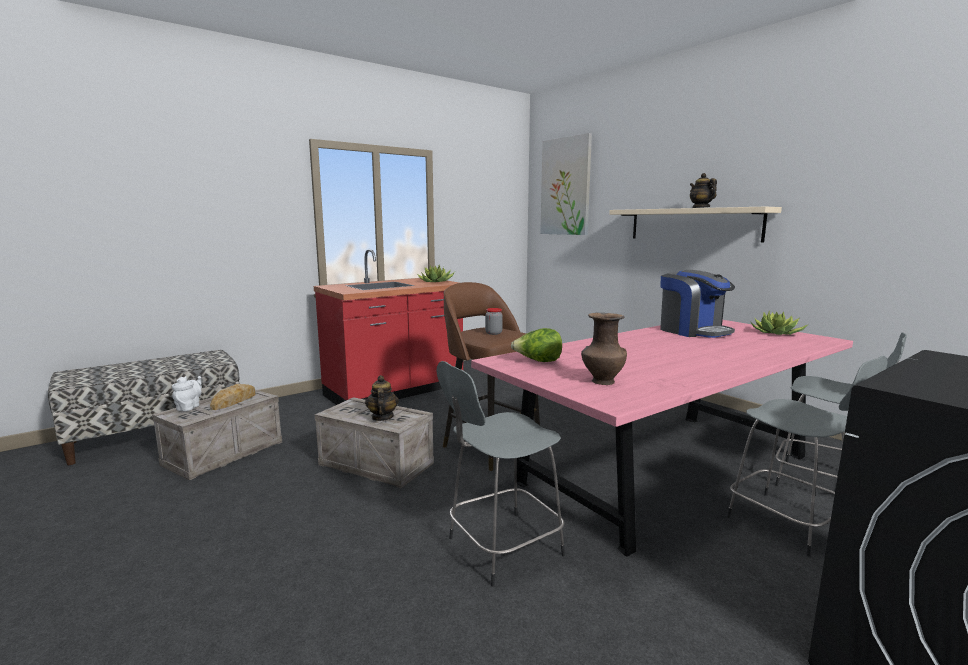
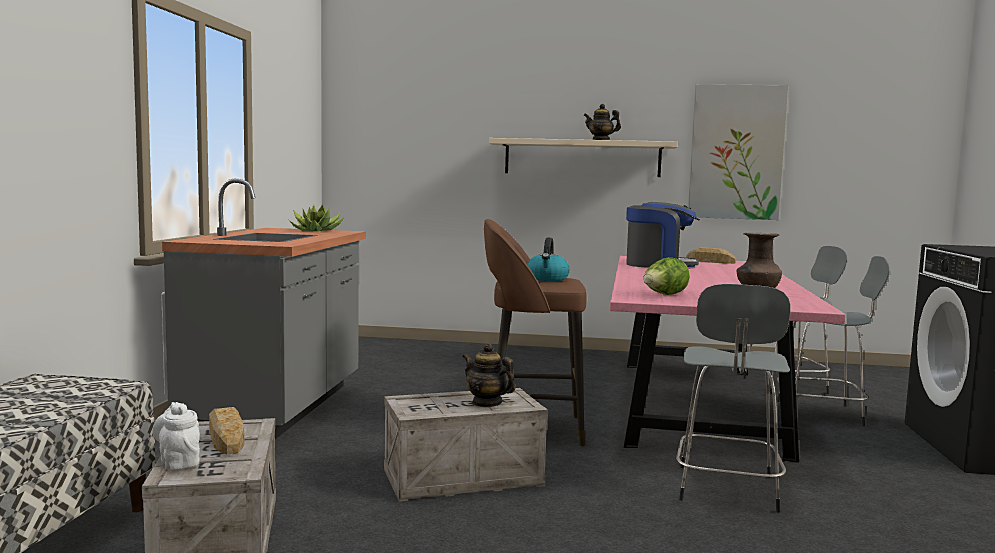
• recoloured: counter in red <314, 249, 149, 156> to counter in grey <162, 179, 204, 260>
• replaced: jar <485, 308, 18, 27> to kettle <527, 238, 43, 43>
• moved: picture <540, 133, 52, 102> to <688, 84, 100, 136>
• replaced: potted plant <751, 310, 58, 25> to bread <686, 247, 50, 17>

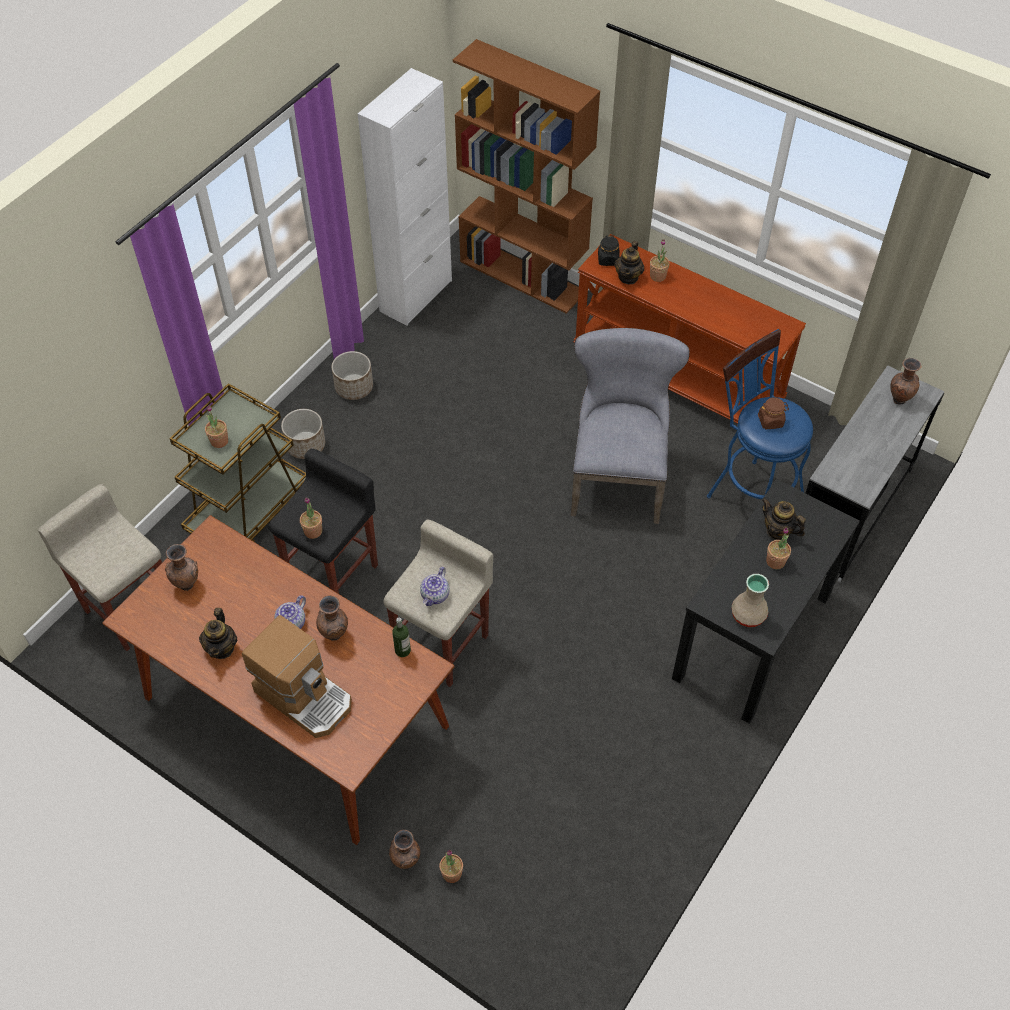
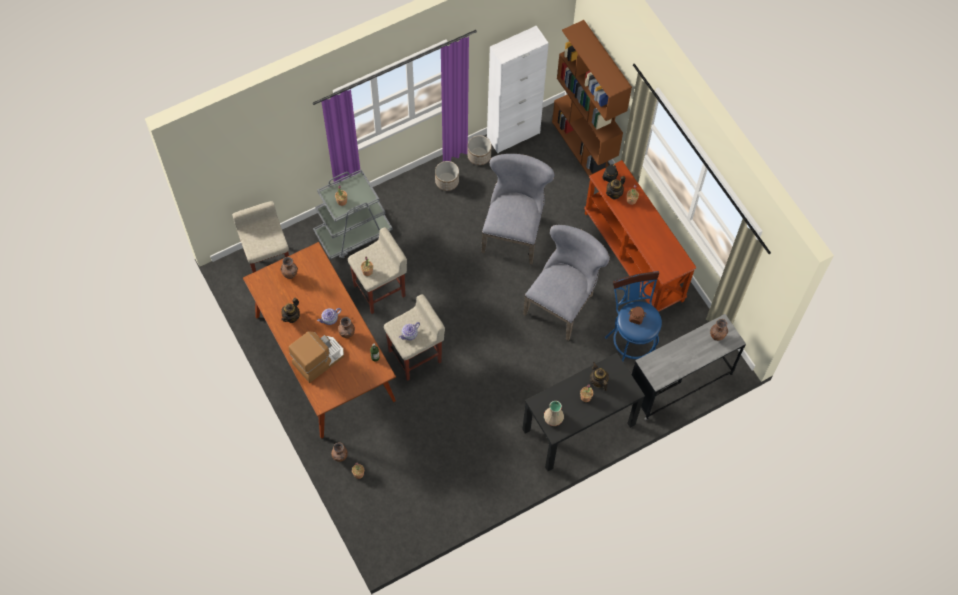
• recoloured: cart in brown <169, 383, 137, 159> to cart in grey <313, 169, 80, 90>
• turned: coffee machine <242, 615, 110, 123> = <289, 331, 55, 52> 105 degrees counterclockwise
• recoloured: stool in black <269, 449, 109, 145> to stool in beige <348, 227, 59, 87>
• moved: planter <281, 409, 44, 50> to <467, 135, 24, 30>
• added: chair in grey <481, 154, 74, 110>

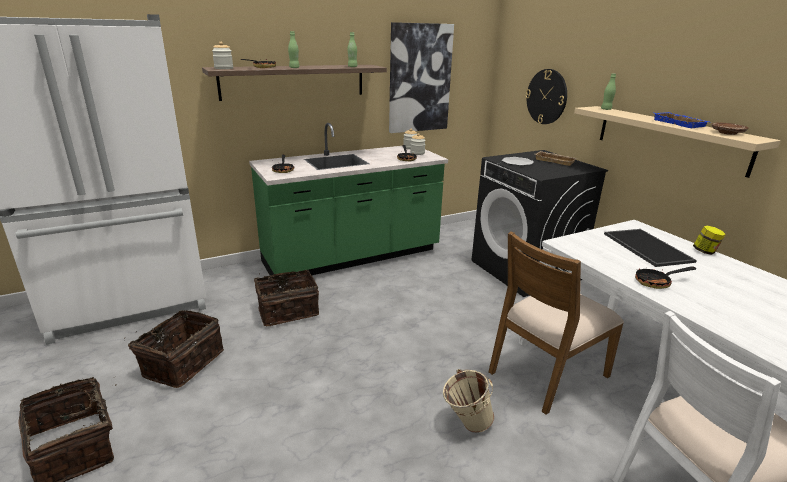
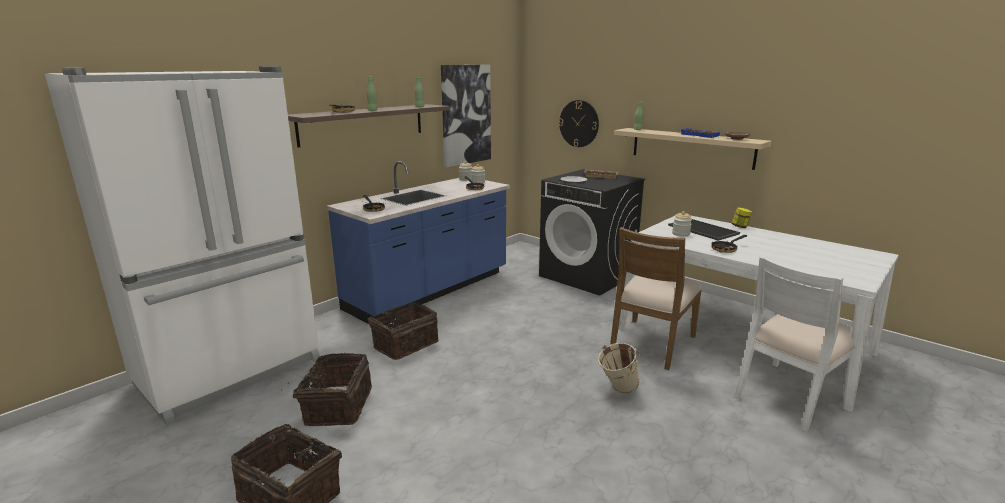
• moved: jar <212, 42, 21, 27> to <672, 211, 20, 25>
• recoloured: counter in green <249, 123, 199, 153> to counter in blue <327, 161, 183, 163>

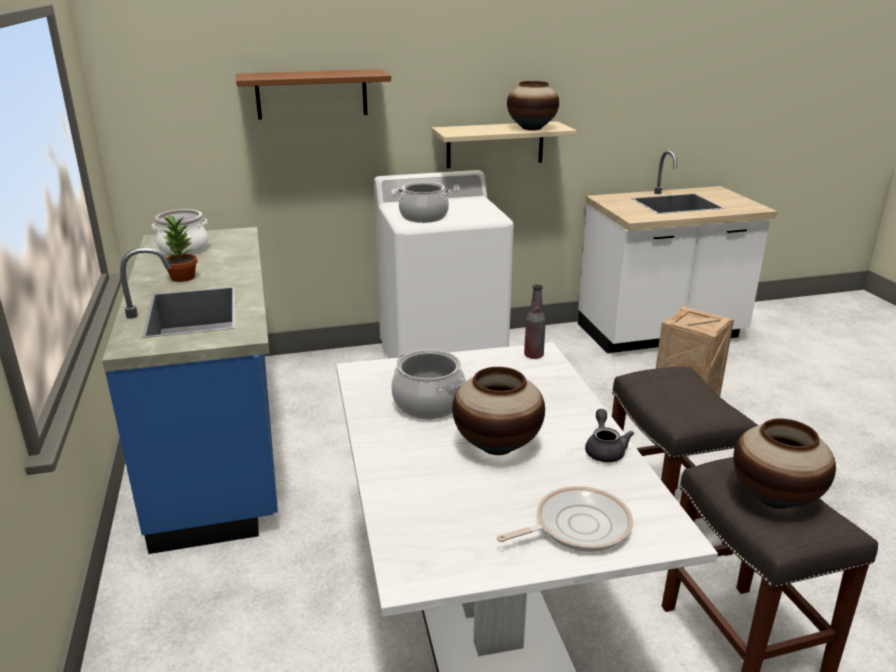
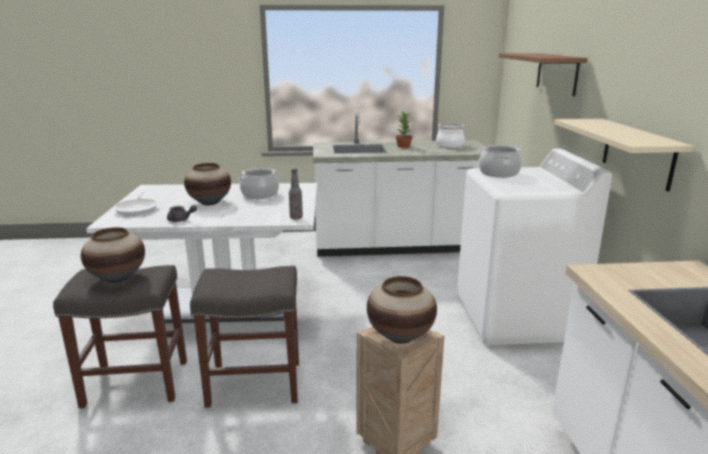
• recoloured: counter in blue <102, 227, 176, 327> to counter in white <313, 112, 171, 145>
• moved: vase <507, 81, 52, 49> to <367, 276, 70, 68>

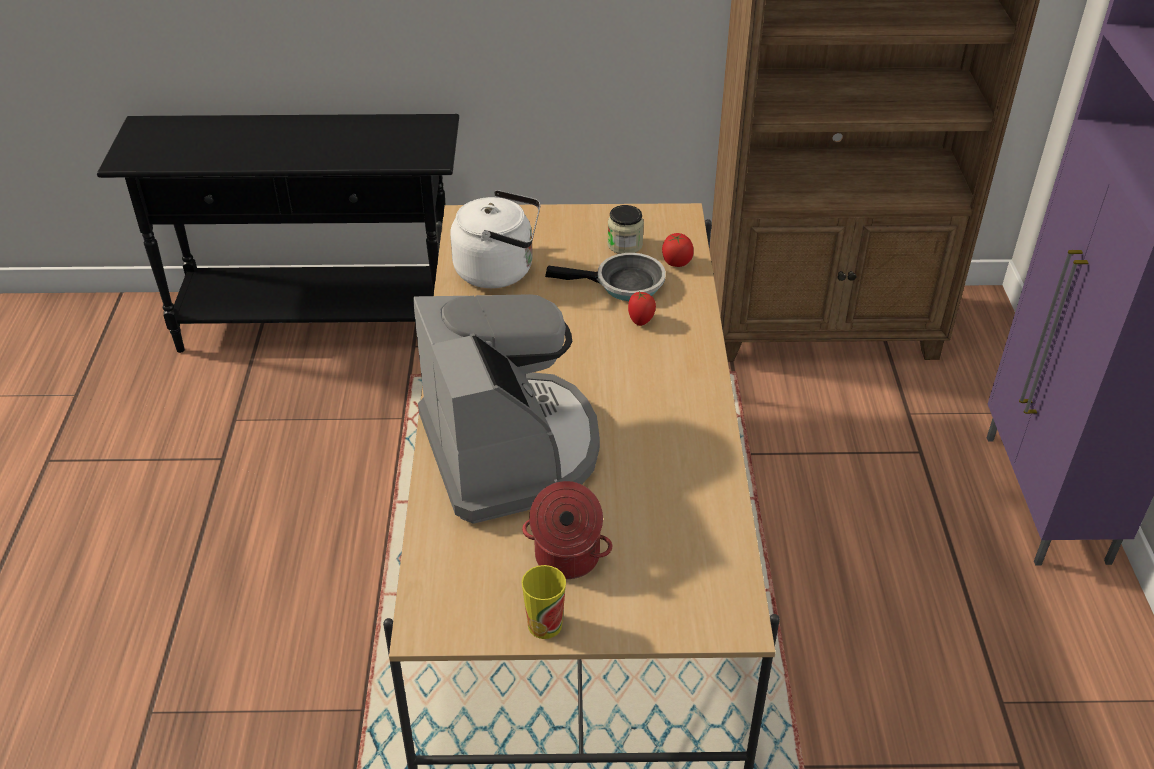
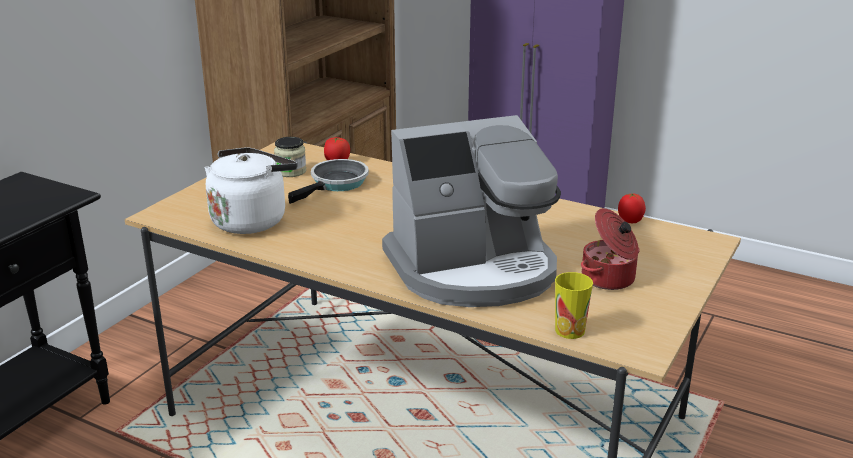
• turned: coffee machine <413, 294, 187, 230> = <382, 115, 179, 192> 150 degrees clockwise
• moved: cup <522, 565, 44, 74> to <555, 272, 38, 67>
• moved: tomato <628, 291, 28, 35> to <618, 193, 28, 30>

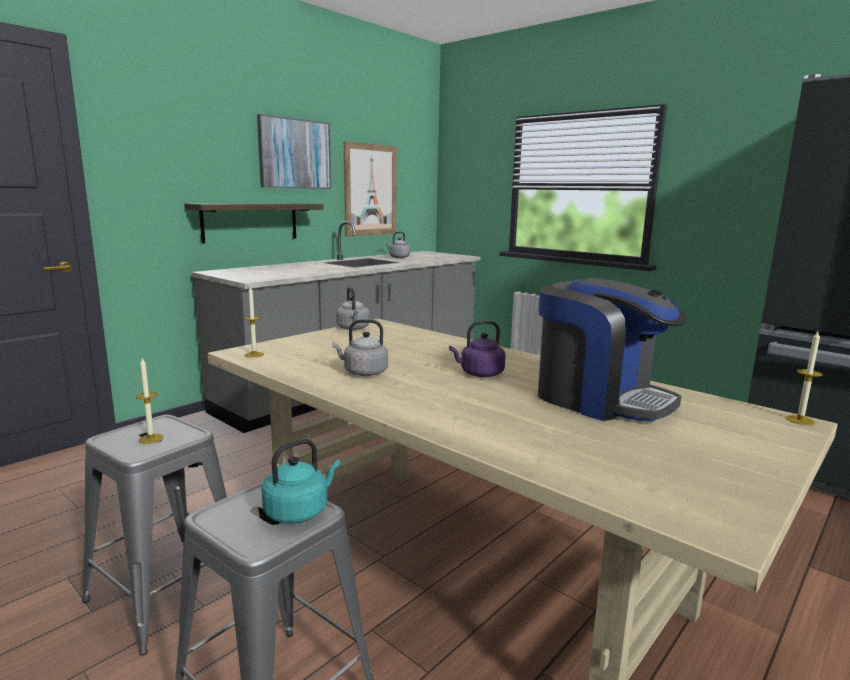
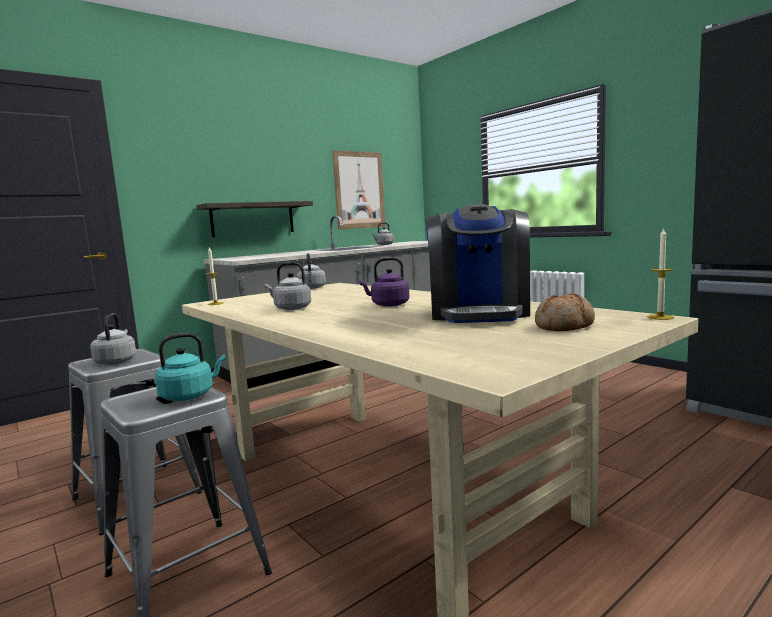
• replaced: candle <136, 358, 28, 86> to kettle in grey <90, 313, 46, 52>
• removed: picture <257, 114, 74, 75>
• turned: coffee machine <538, 278, 149, 144> = <425, 204, 105, 119> 45 degrees clockwise
• added: bread <535, 294, 60, 37>

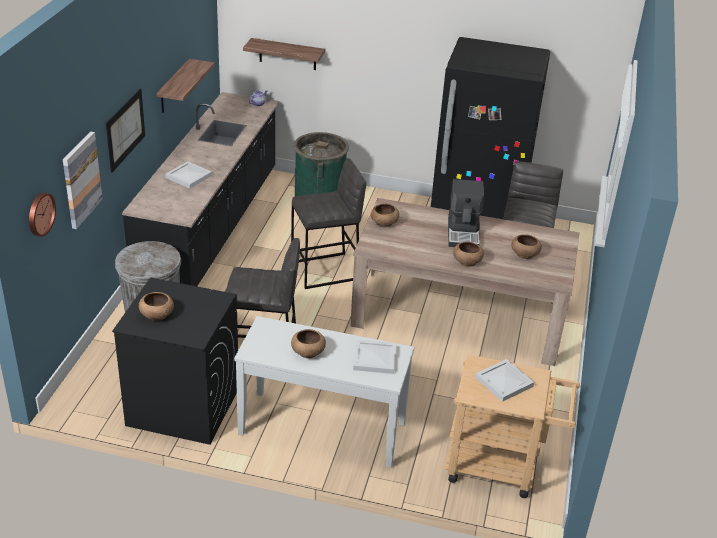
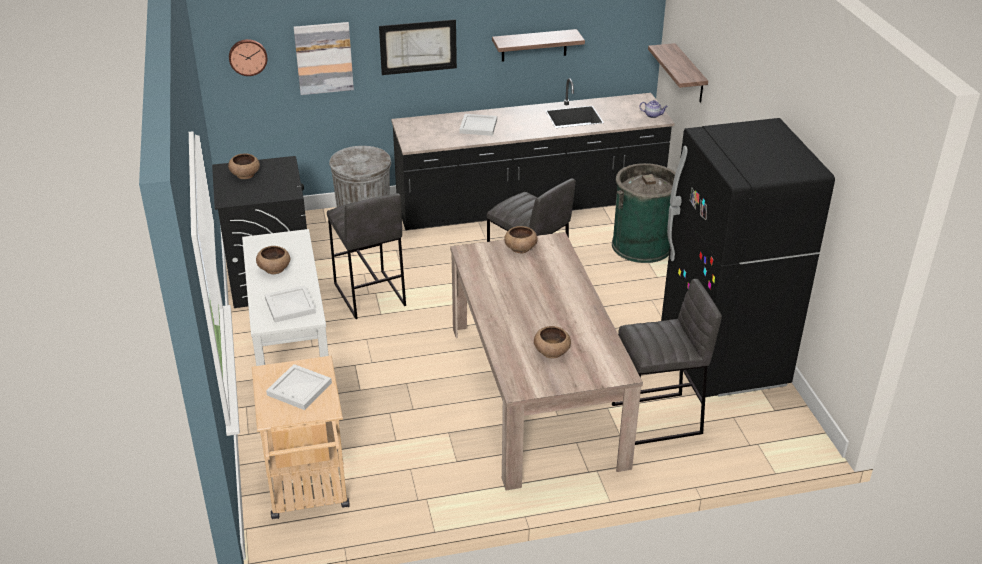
• removed: coffee machine <448, 179, 36, 68>
• removed: bowl in brown <453, 242, 31, 25>

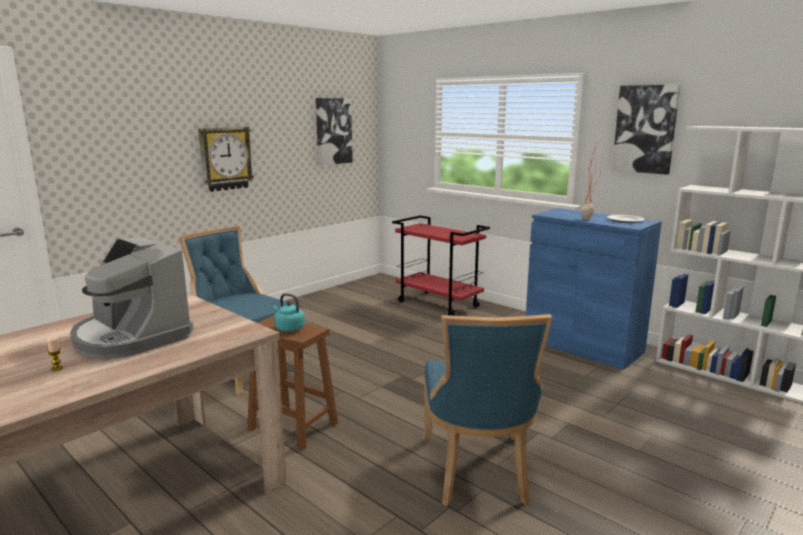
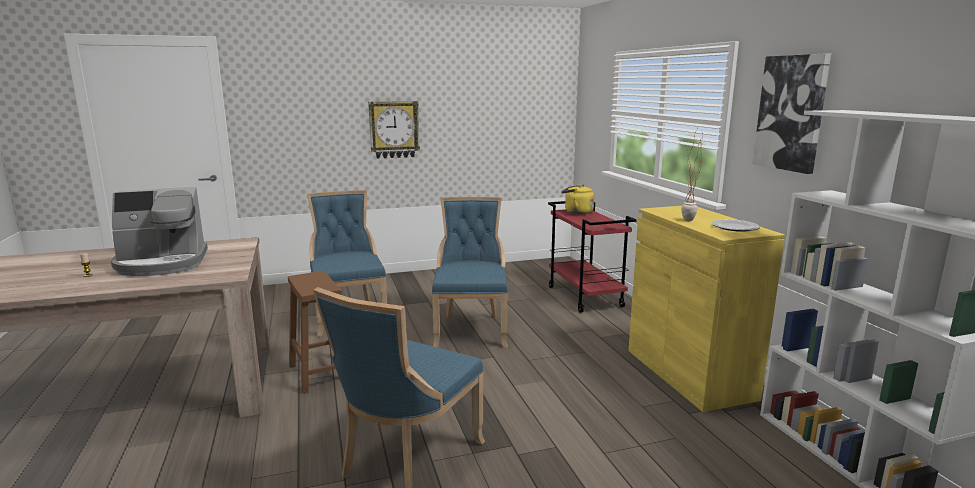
• turned: coffee machine <70, 237, 123, 122> = <111, 187, 97, 89> 90 degrees counterclockwise
• removed: kettle in turquoise <273, 293, 32, 39>
• removed: picture <316, 98, 37, 68>
• recoloured: cabinet in blue <526, 208, 136, 162> to cabinet in yellow <628, 206, 157, 206>
• added: chair in blue <432, 197, 76, 150>
• added: kettle in yellow <561, 185, 33, 29>

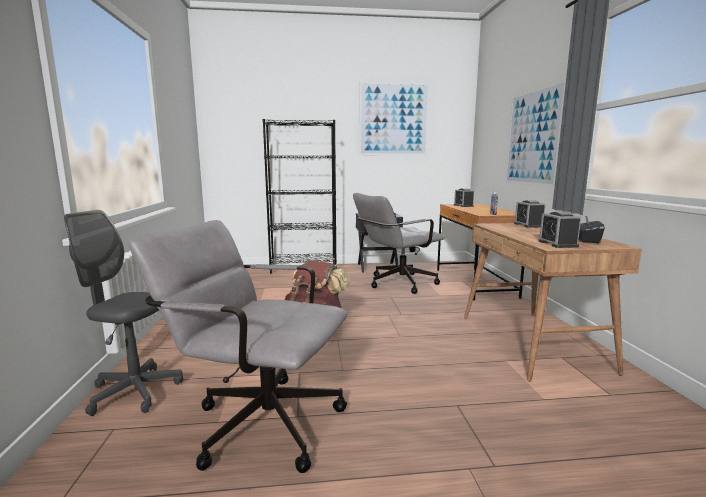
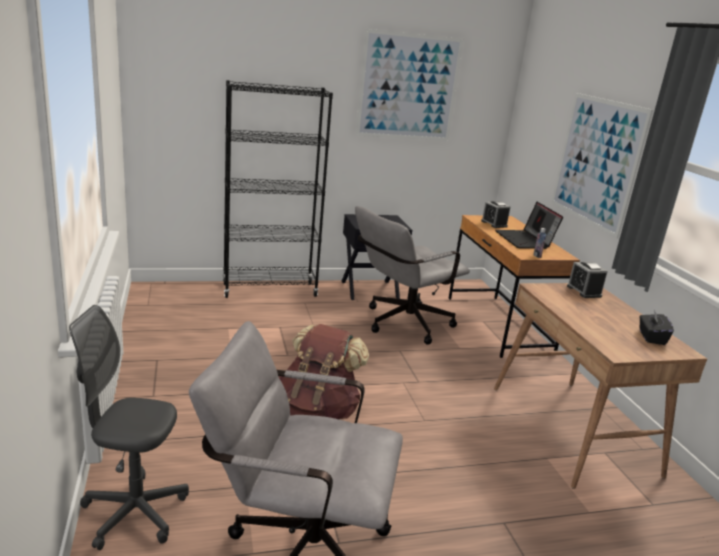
• removed: alarm clock <538, 212, 43, 36>
• added: laptop <495, 202, 68, 47>

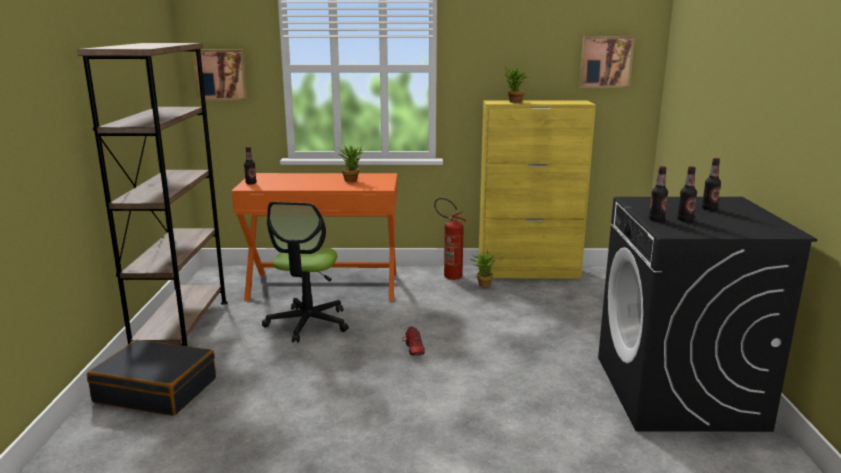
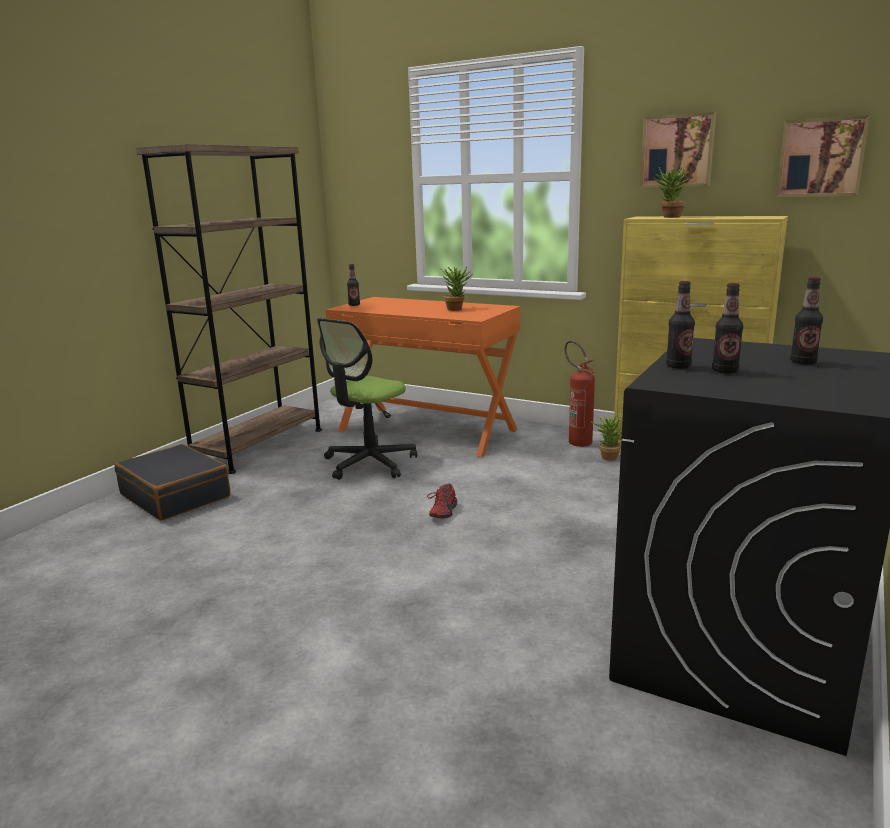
• moved: picture <192, 49, 56, 51> to <640, 112, 76, 76>

